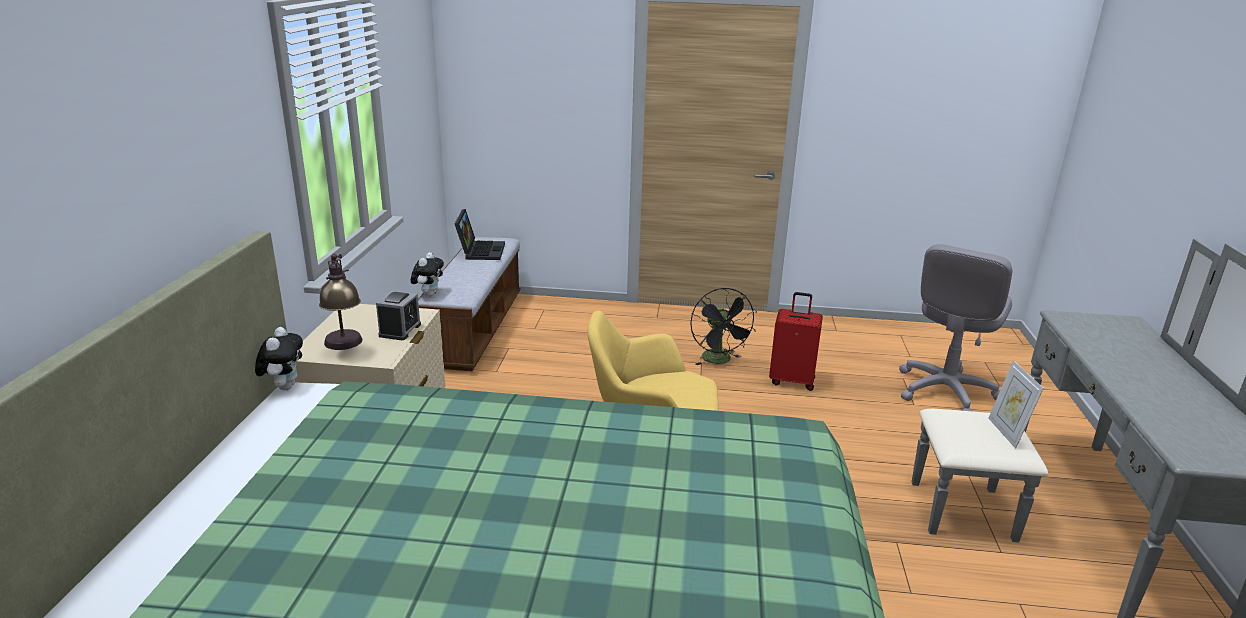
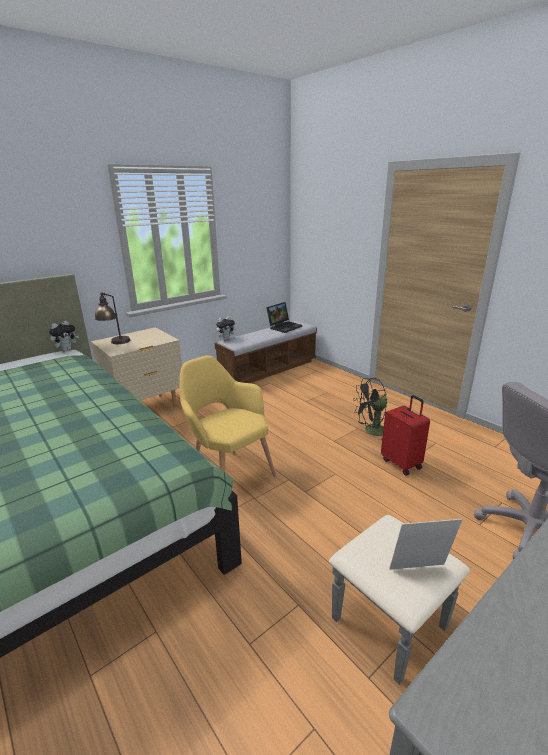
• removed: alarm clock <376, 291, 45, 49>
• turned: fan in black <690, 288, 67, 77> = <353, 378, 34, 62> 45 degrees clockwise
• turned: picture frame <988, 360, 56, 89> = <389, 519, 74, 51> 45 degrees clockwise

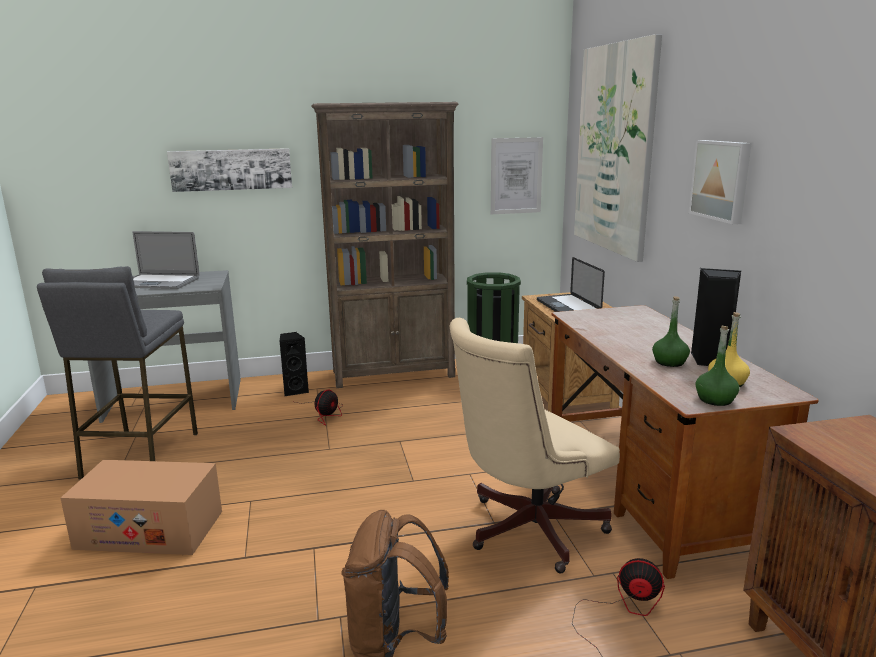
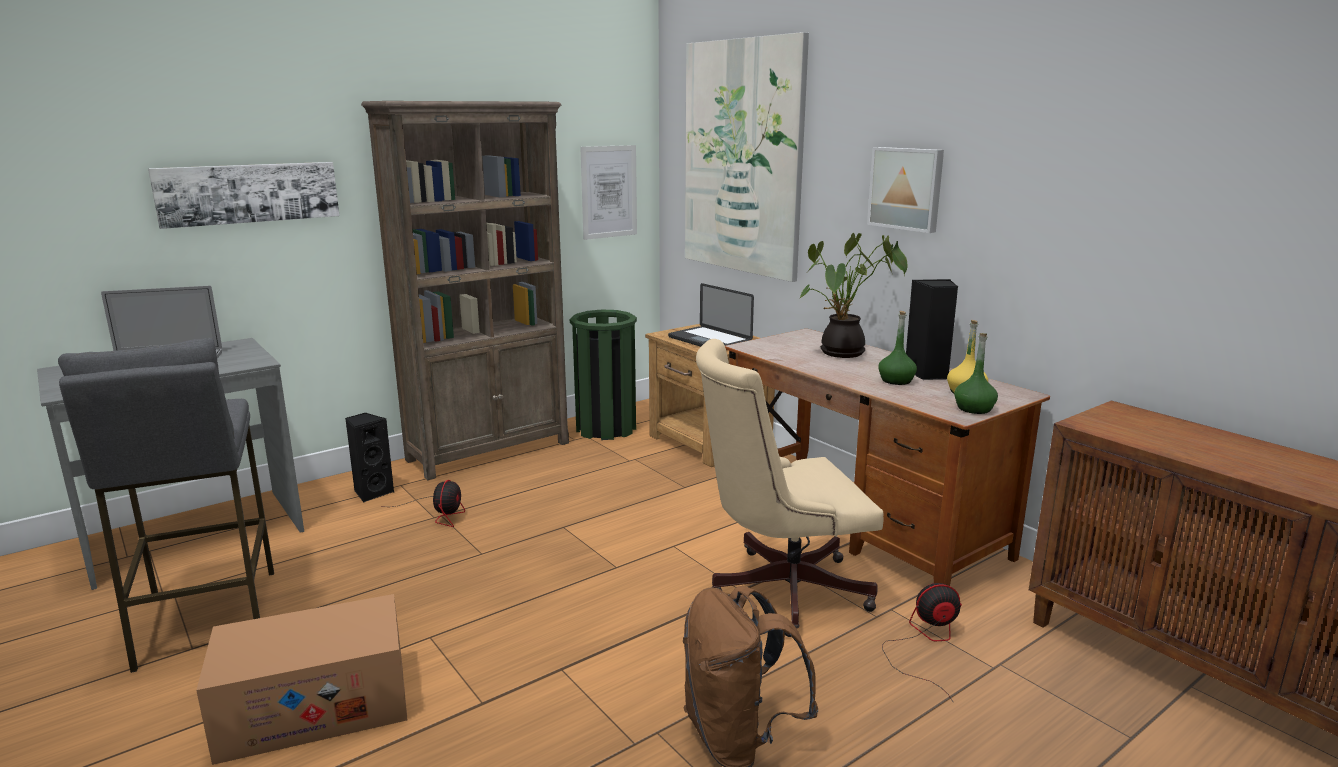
• turned: office chair in beige <449, 318, 171, 255> = <696, 339, 187, 298> 45 degrees clockwise
• added: potted plant <799, 233, 108, 125>

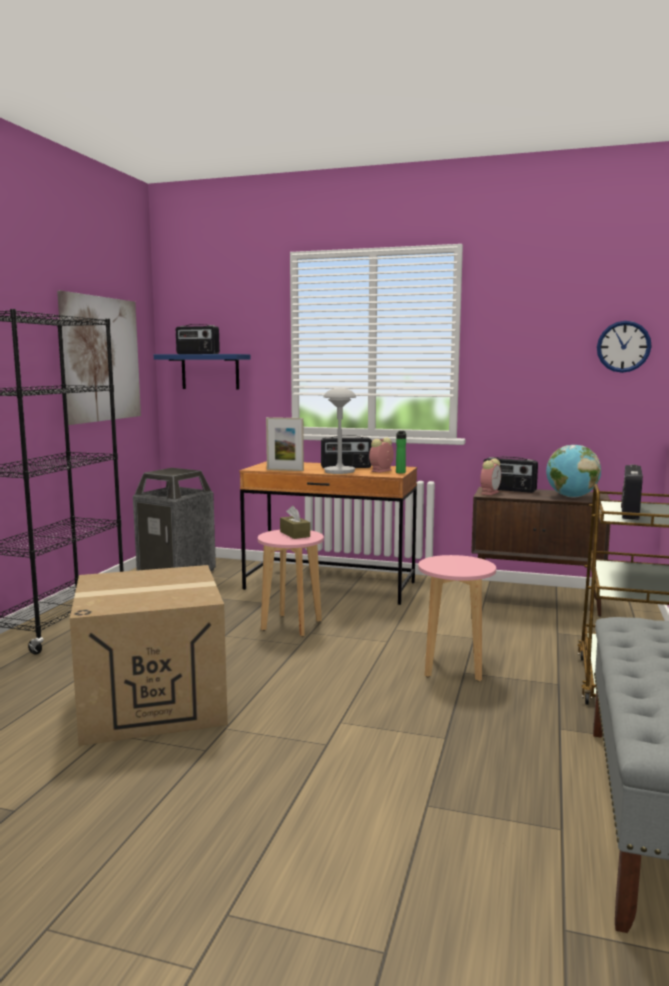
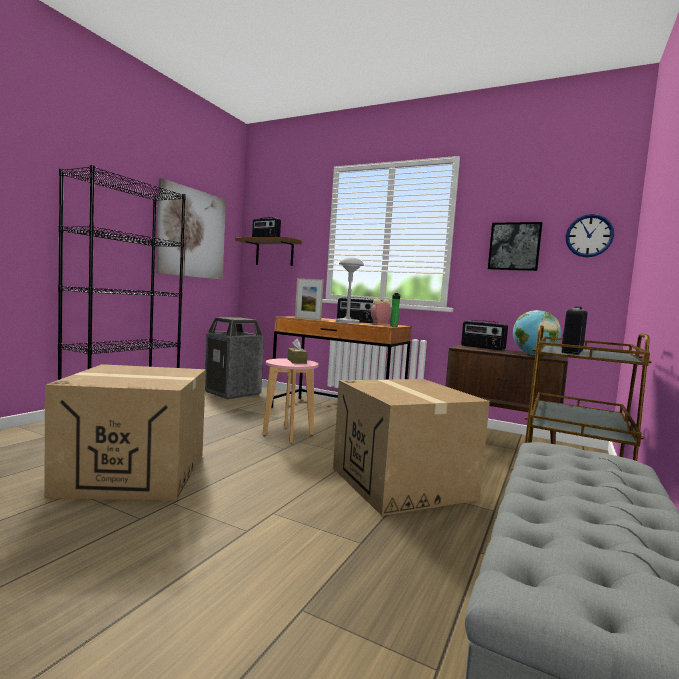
• recoloured: shelf in blue <154, 354, 97, 36> to shelf in brown <235, 237, 67, 29>
• replaced: stool in pink <418, 555, 78, 126> to cardboard box <333, 379, 157, 137>
• removed: alarm clock <480, 458, 21, 37>
• added: picture <488, 222, 55, 49>

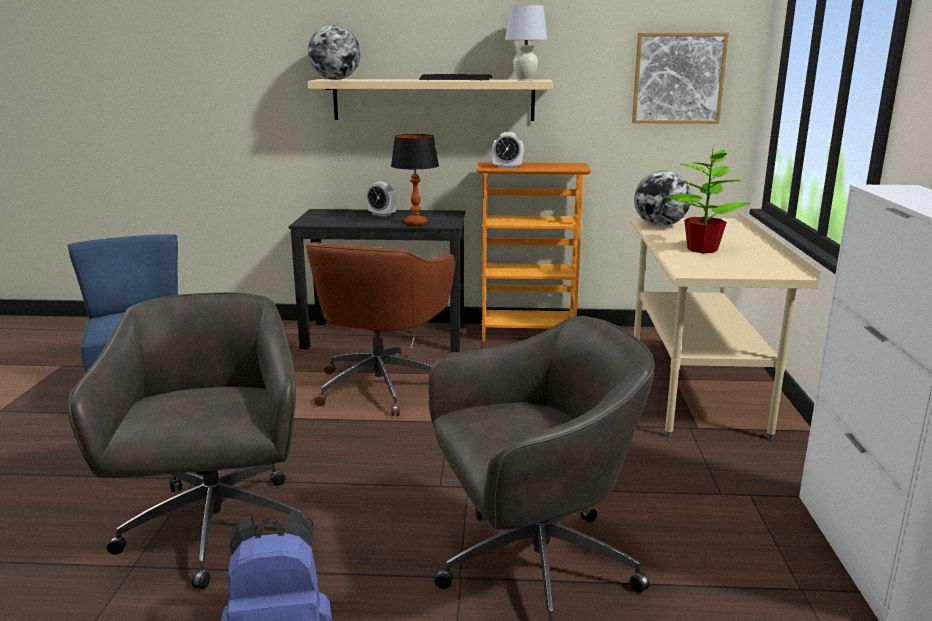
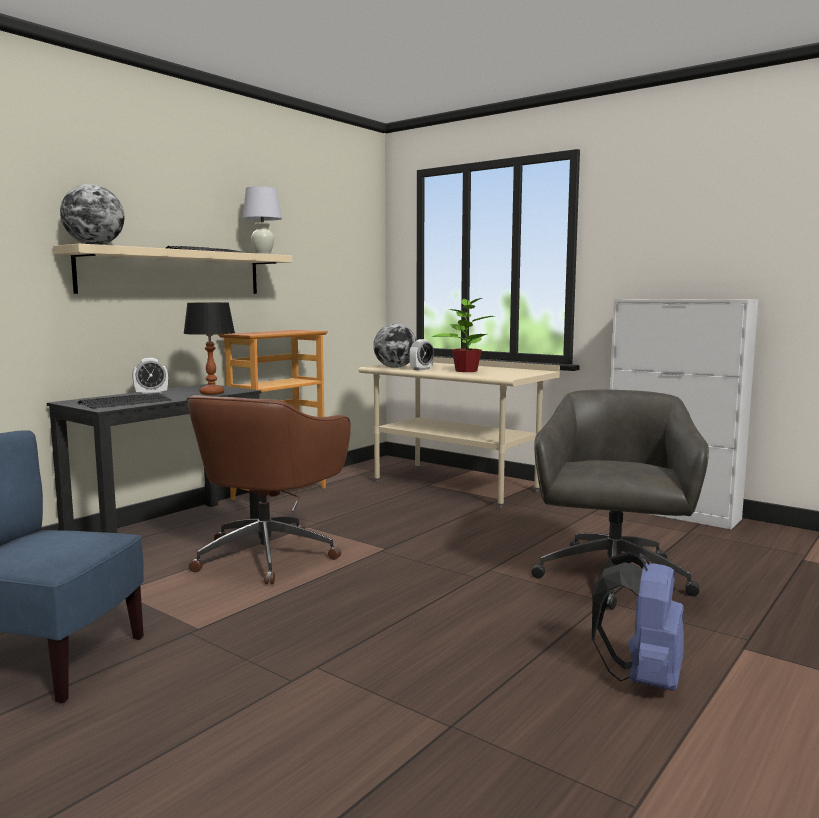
• removed: office chair in grey <68, 292, 245, 298>
• turned: office chair in brown <306, 242, 150, 174> = <187, 395, 164, 189> 60 degrees clockwise
• moved: alarm clock <492, 132, 32, 37> to <409, 339, 25, 32>
• removed: picture <632, 33, 97, 91>
• added: keyboard <78, 393, 94, 16>

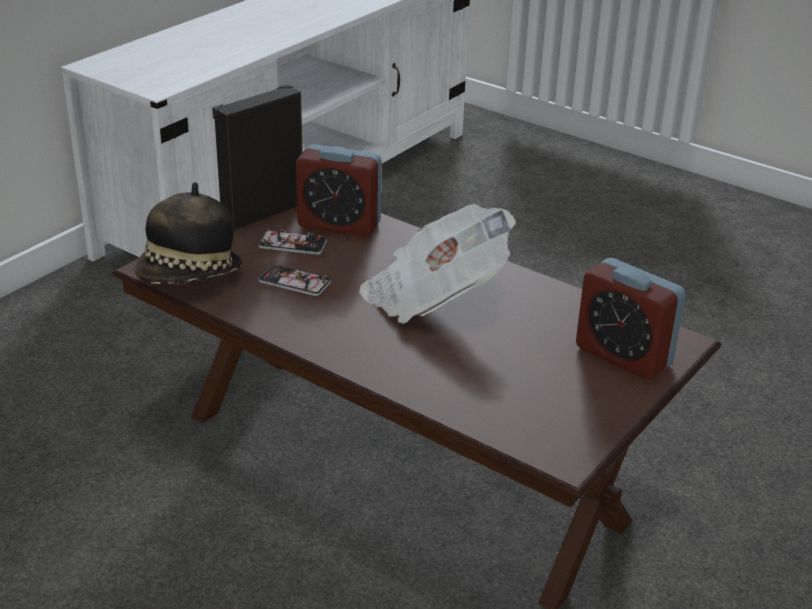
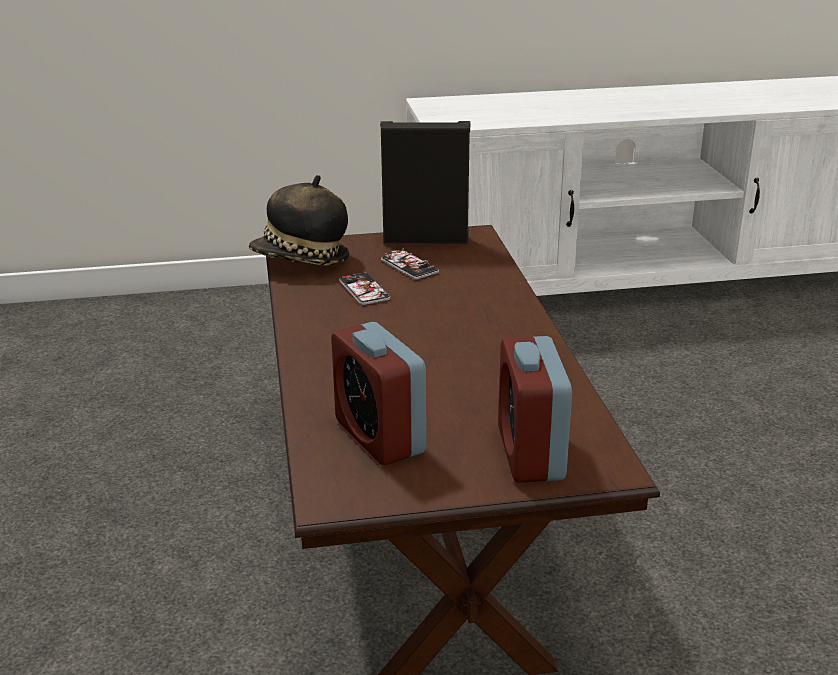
• moved: alarm clock <296, 144, 85, 93> to <331, 322, 95, 143>
• removed: newspaper <359, 204, 157, 120>

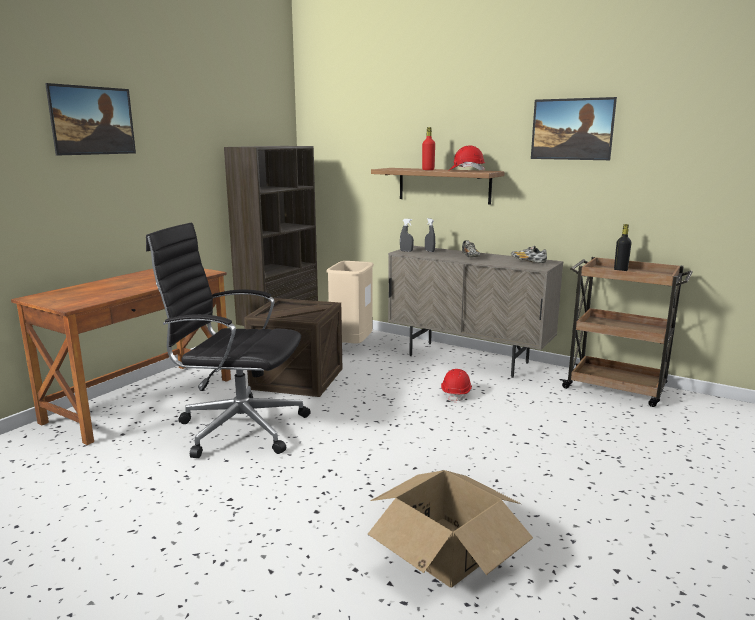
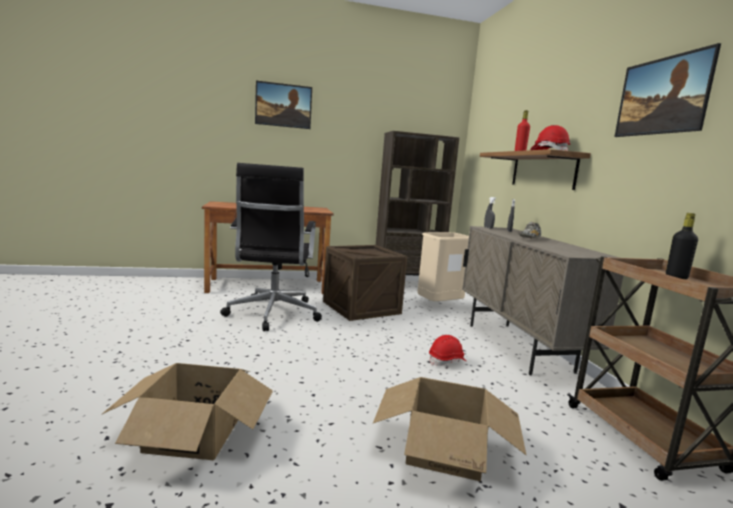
• turned: office chair in black <146, 223, 165, 235> = <220, 163, 102, 168> 150 degrees counterclockwise
• removed: shoe <511, 246, 36, 17>
• added: cardboard box <373, 377, 153, 104>

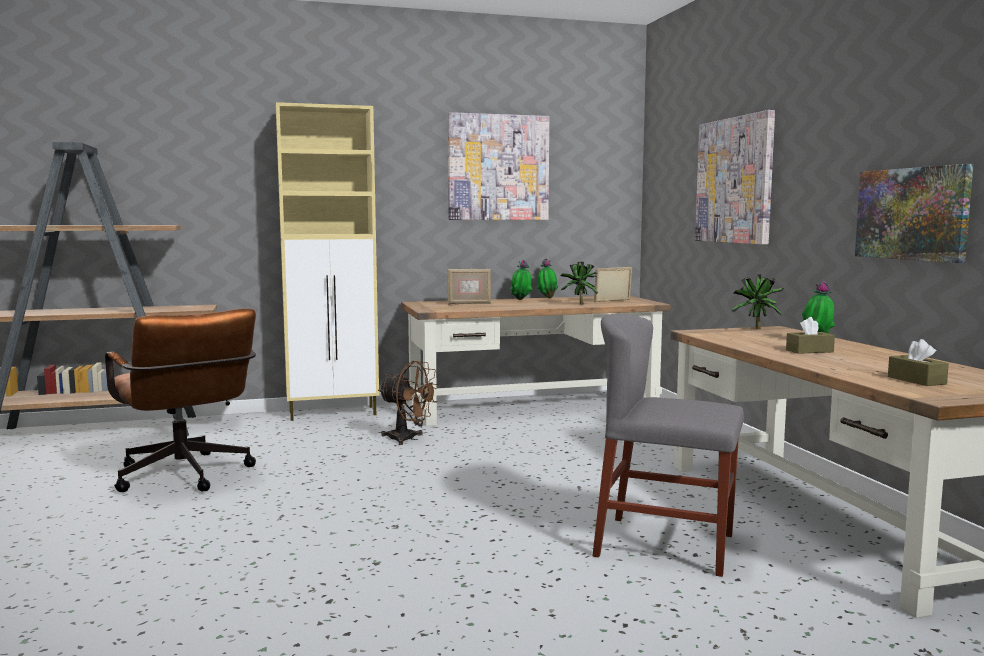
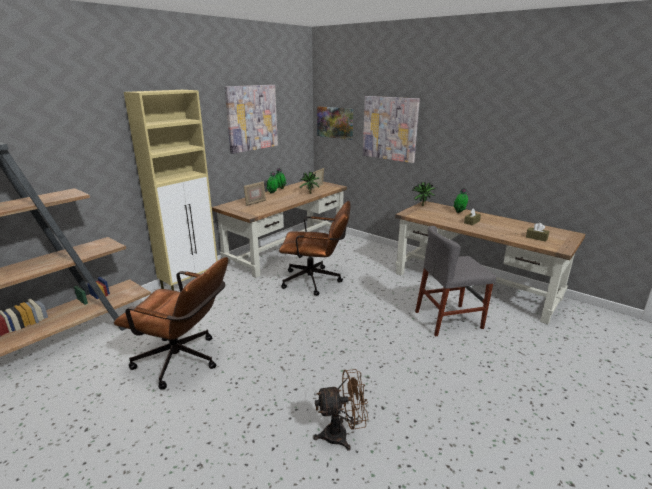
• moved: fan in brown <378, 361, 61, 84> to <313, 369, 55, 82>
• moved: picture <855, 164, 118, 99> to <317, 106, 37, 34>
• added: office chair in brown <279, 201, 72, 95>

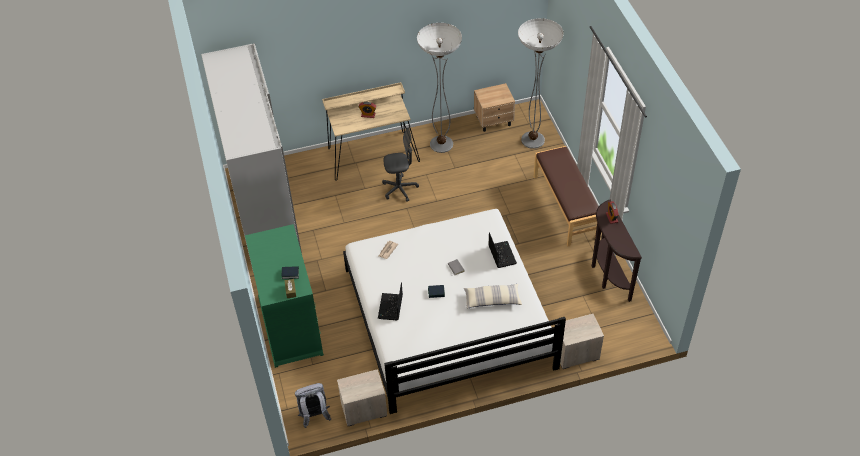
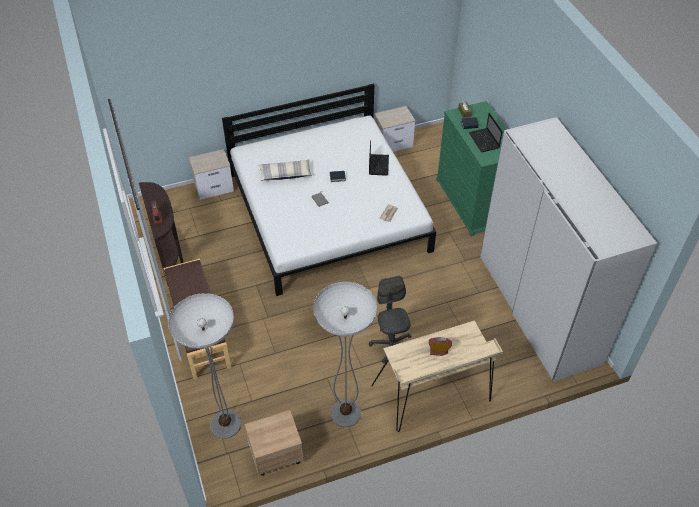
• removed: backpack in grey <295, 383, 36, 45>
• turned: office chair in grey <382, 127, 37, 75> = <369, 276, 42, 87> 90 degrees clockwise
• moved: laptop <489, 232, 28, 36> to <468, 113, 35, 39>

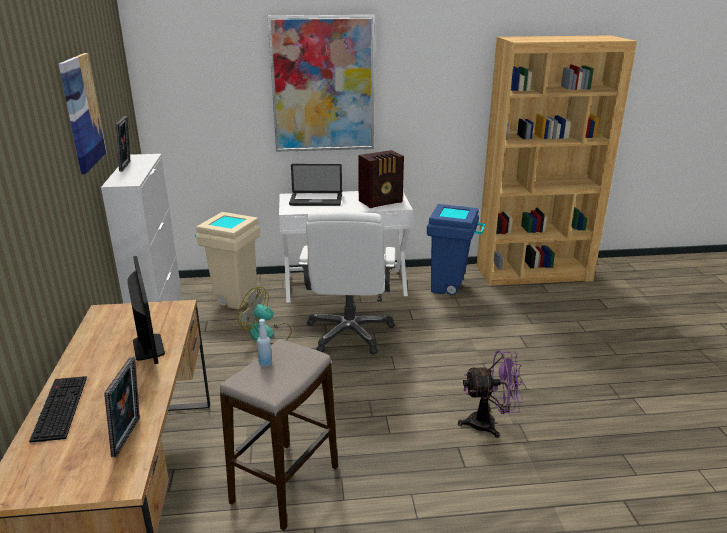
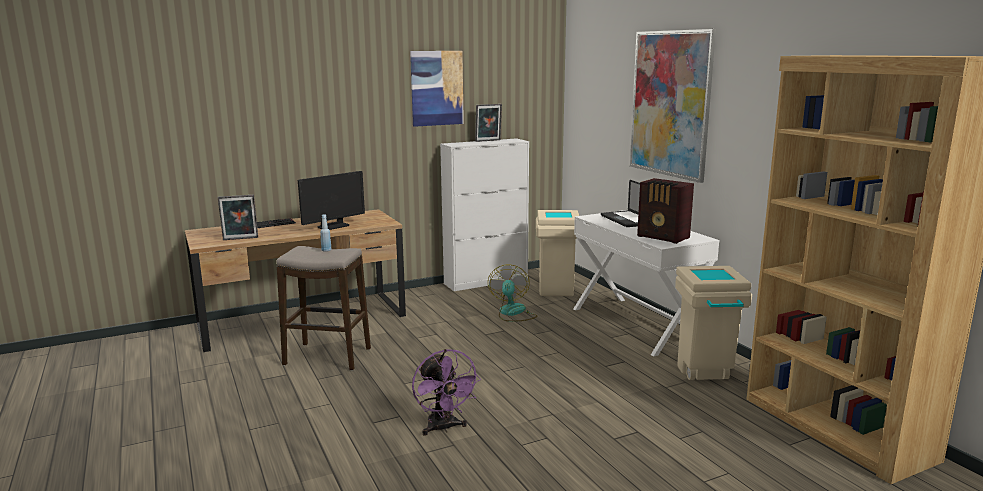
• removed: office chair in white <299, 211, 96, 144>
• recoloured: trash can in blue <427, 204, 58, 91> to trash can in beige <675, 266, 77, 114>

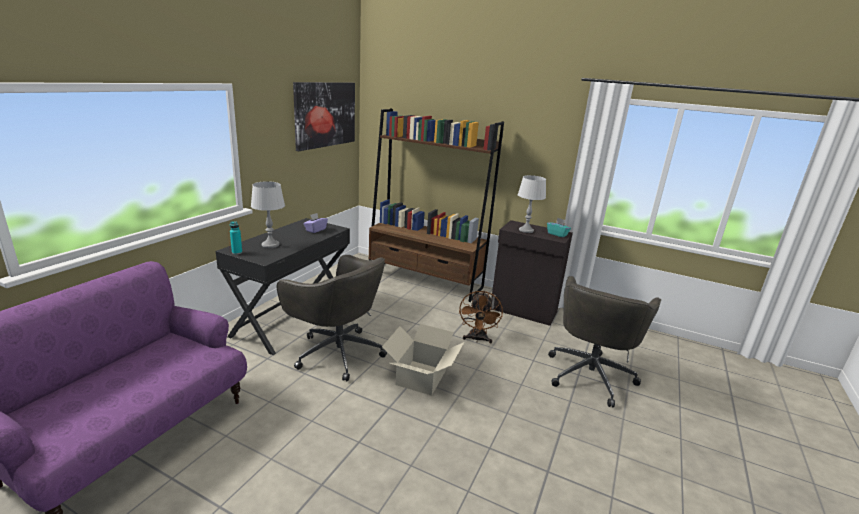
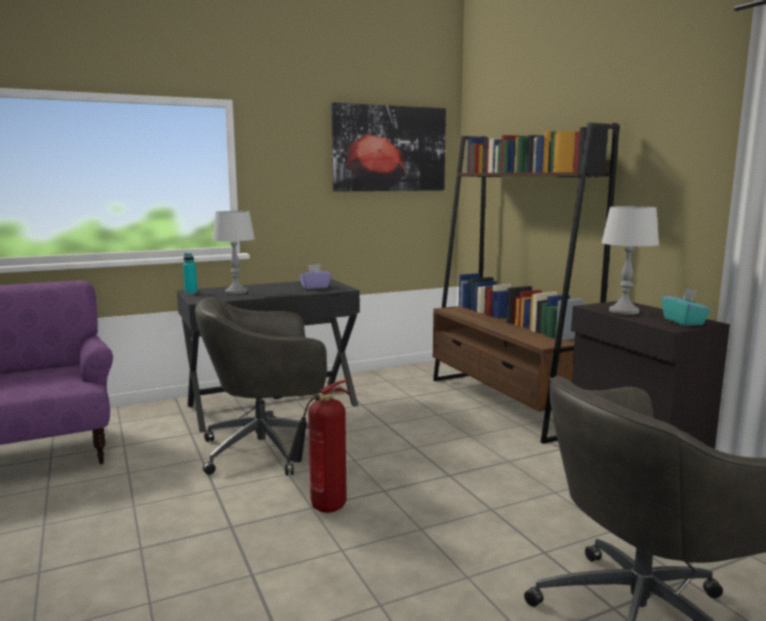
• turned: office chair in grey <277, 255, 110, 126> = <195, 297, 132, 179> 90 degrees clockwise
• replaced: cardboard box <382, 324, 82, 72> to fire extinguisher <288, 380, 62, 133>
• removed: fan in brown <459, 291, 44, 52>

